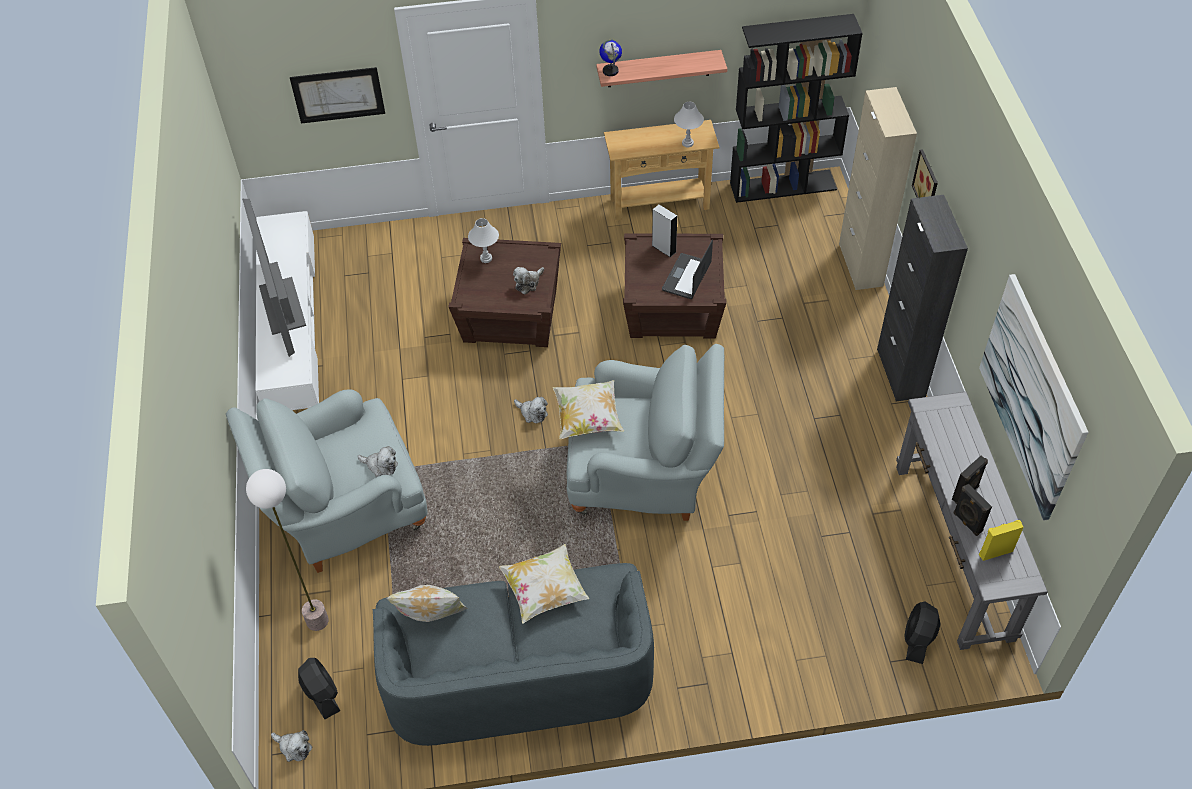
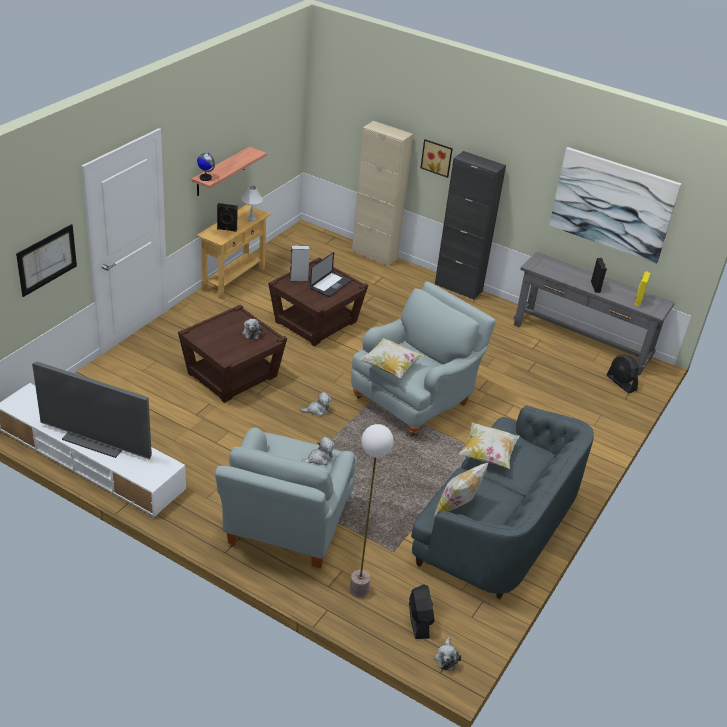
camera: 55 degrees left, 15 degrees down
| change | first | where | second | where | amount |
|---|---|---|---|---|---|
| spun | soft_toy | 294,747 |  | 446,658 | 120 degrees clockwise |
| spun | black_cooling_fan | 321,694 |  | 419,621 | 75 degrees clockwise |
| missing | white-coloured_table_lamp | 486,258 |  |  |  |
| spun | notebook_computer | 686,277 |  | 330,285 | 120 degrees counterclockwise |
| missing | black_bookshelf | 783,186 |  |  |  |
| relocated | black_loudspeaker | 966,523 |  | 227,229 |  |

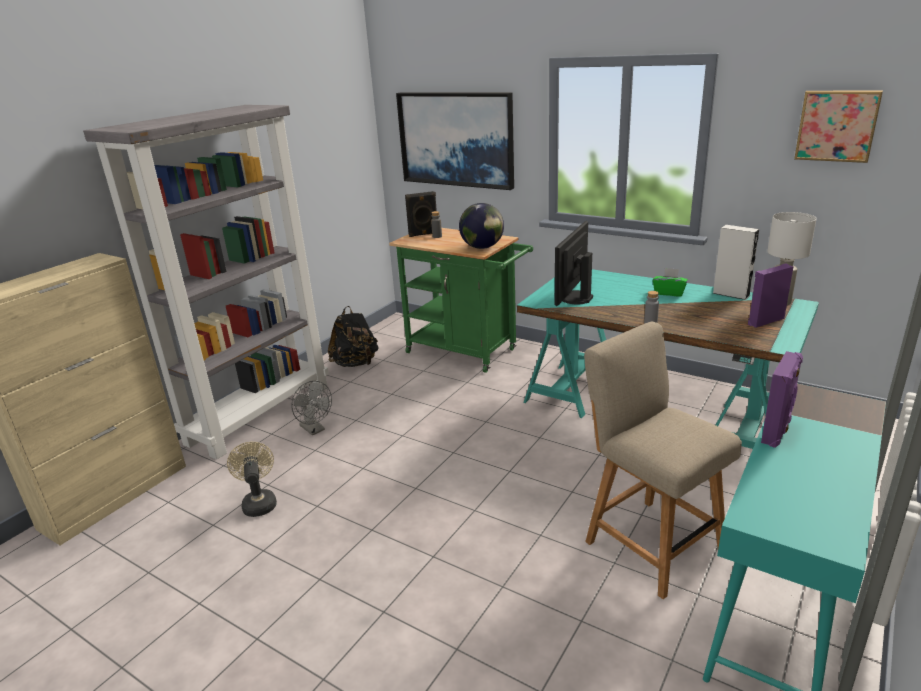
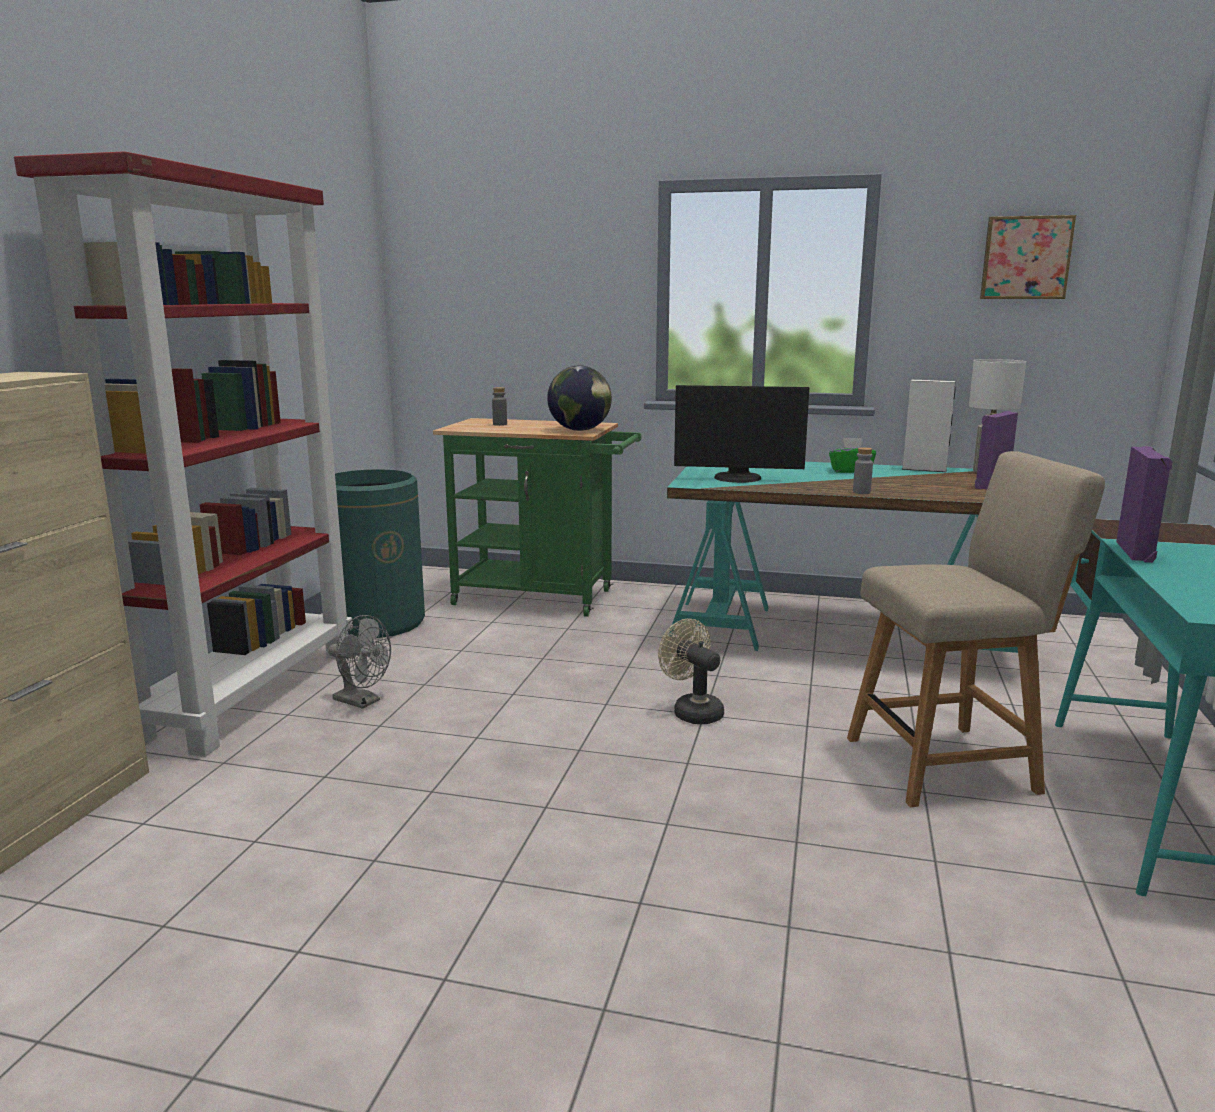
camera: 20 degrees left, 10 degrees down
| change | first | where | second | where | amount |
|---|---|---|---|---|---|
| colour | greyish_bookshelf | 260,413 | red-coloured_bookshelf | 249,692 |  |
| relocated | beige_cooling_fan | 259,502 |  | 692,711 |  |
| exchanged | black_backpack | 356,364 | green-coloured_waste_bin | 378,622 |  |
| missing | wall_picture | 456,139 |  |  |  |
| missing | black_loudspeaker | 423,234 |  |  |  |
| spun | computer_display | 574,297 |  | 737,478 | 90 degrees counterclockwise |
| spun | beige_chair | 649,542 |  | 949,764 | 135 degrees clockwise |

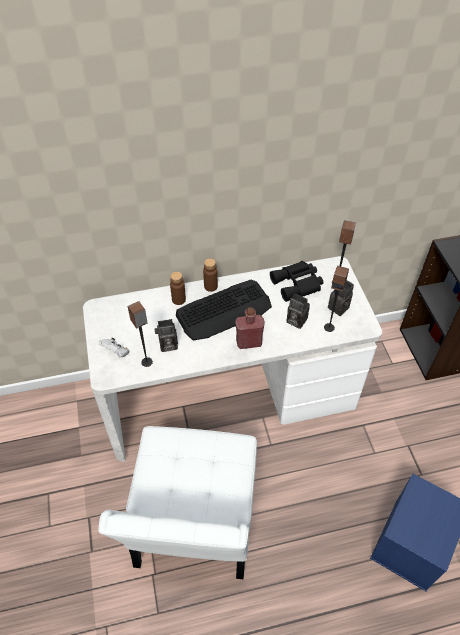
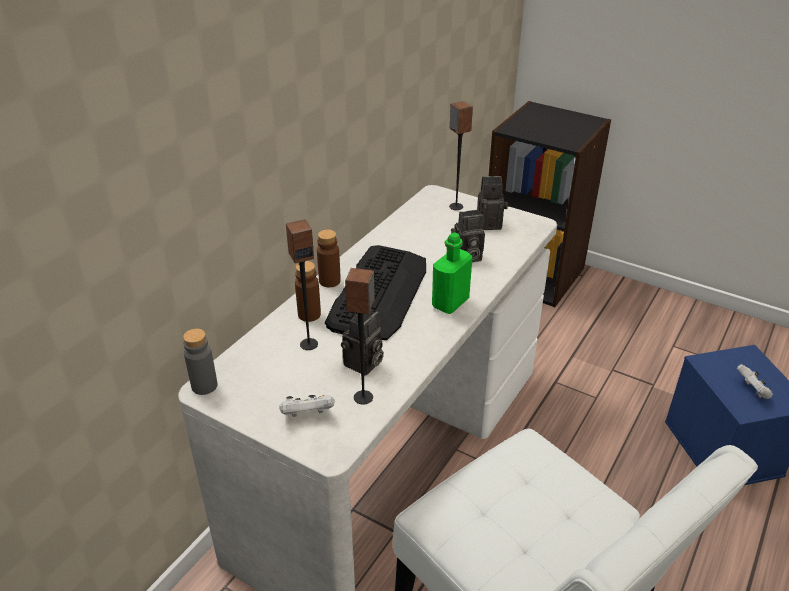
camera: 45 degrees left, 15 degrees down
| change | first | where | second | where | amount |
|---|---|---|---|---|---|
| colour | red-coloured_beverage_bottle | 249,342 | green-coloured_beverage_bottle | 450,303 |  |
| missing | black_field_glasses | 298,284 |  |  |  |
| relocated | loudspeaker | 329,327 |  | 309,344 |  |
| appeared |  |  | greyish_beverage_bottle | 204,386 |  |
| appeared |  |  | white-coloured_joypad | 752,391 |  |

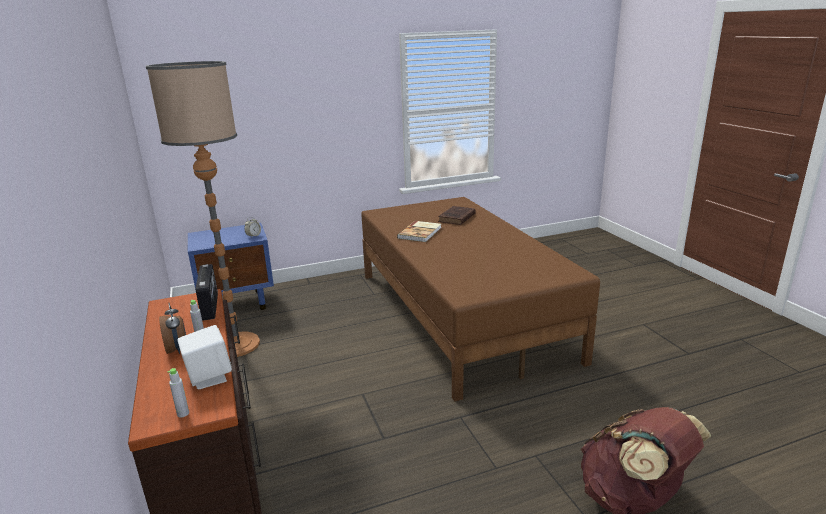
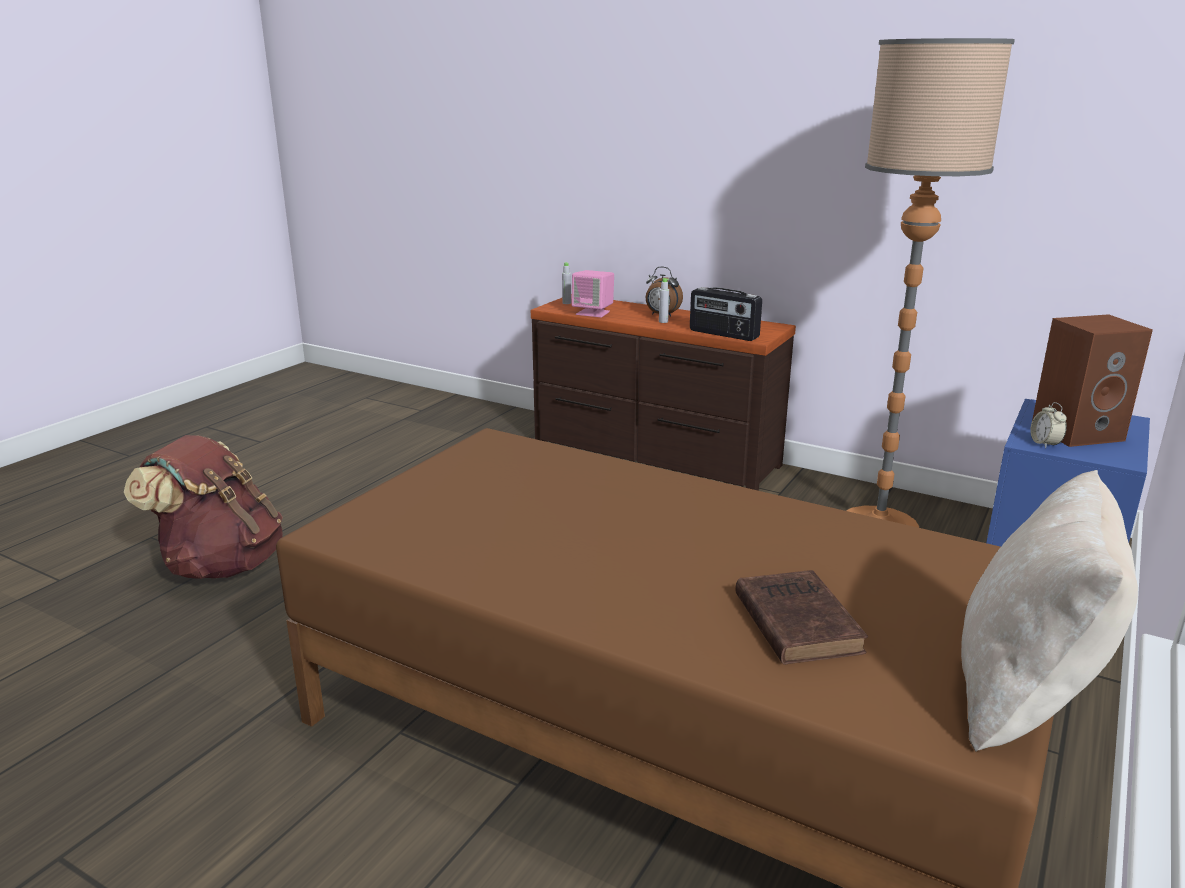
camera: 140 degrees right, 0 degrees up
| change | first | where | second | where | amount |
|---|---|---|---|---|---|
| colour | white-coloured_loudspeaker | 209,377 | pink-coloured_loudspeaker | 593,313 |  |
| missing | book | 421,232 |  |  |  |
| appeared |  |  | beige_pillow | 1024,694 |  |
| appeared |  |  | brownish_loudspeaker | 1077,432 |  |

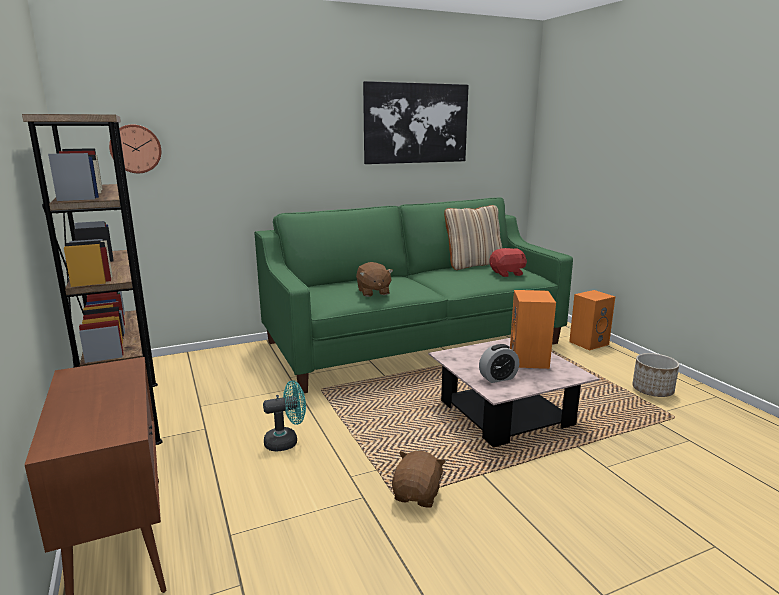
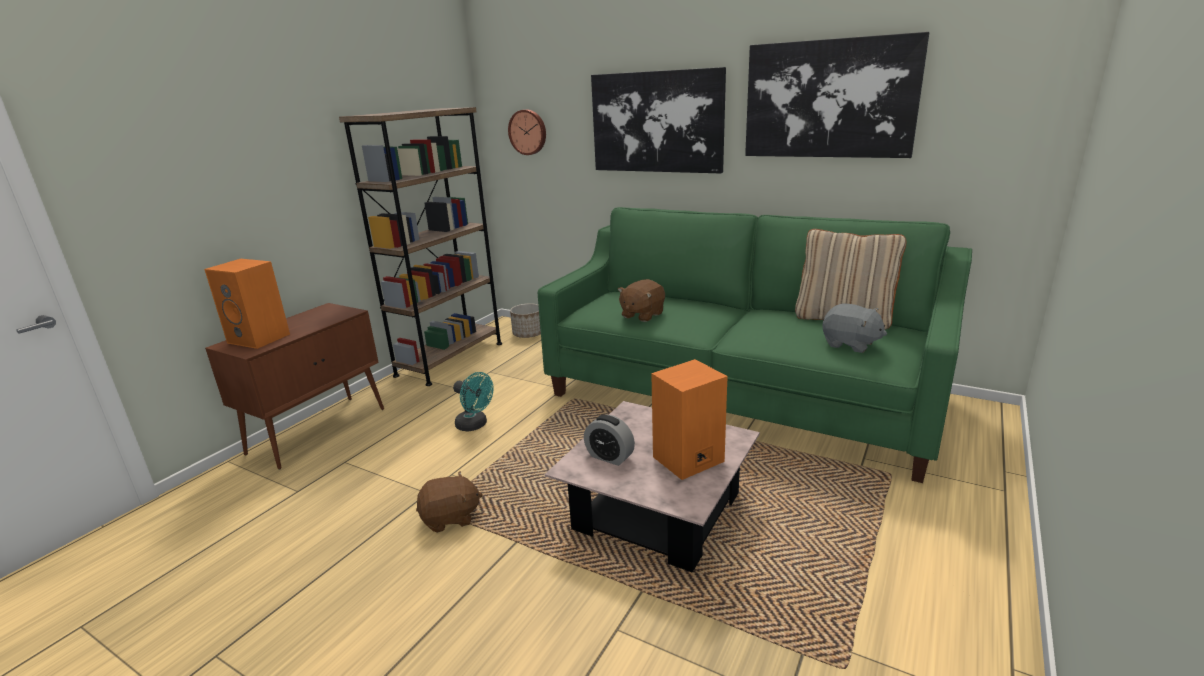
camera: 55 degrees right, 5 degrees up
| change | first | where | second | where | amount |
|---|---|---|---|---|---|
| colour | red-coloured_soft_toy | 507,274 | greyish_soft_toy | 850,344 |  |
| relocated | orangey_loudspeaker | 589,343 |  | 261,338 |  |
| relocated | flower_pot | 652,390 |  | 528,333 |  |
| appeared |  |  | wall_picture | 656,122 |  |

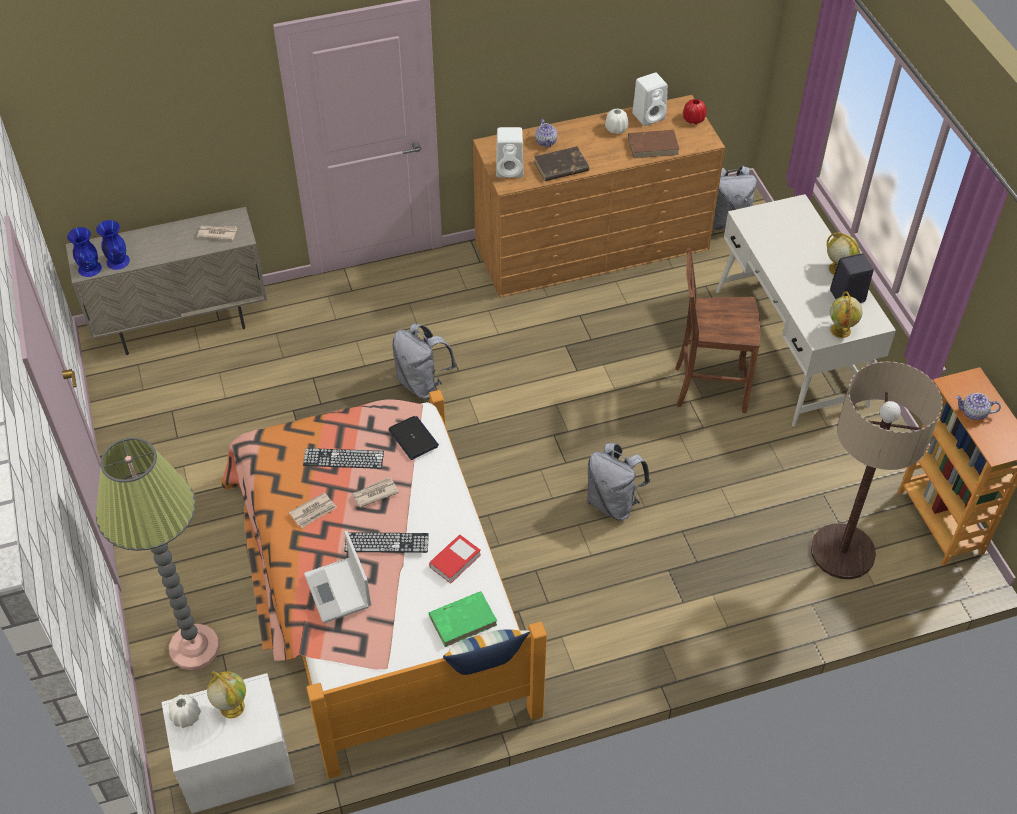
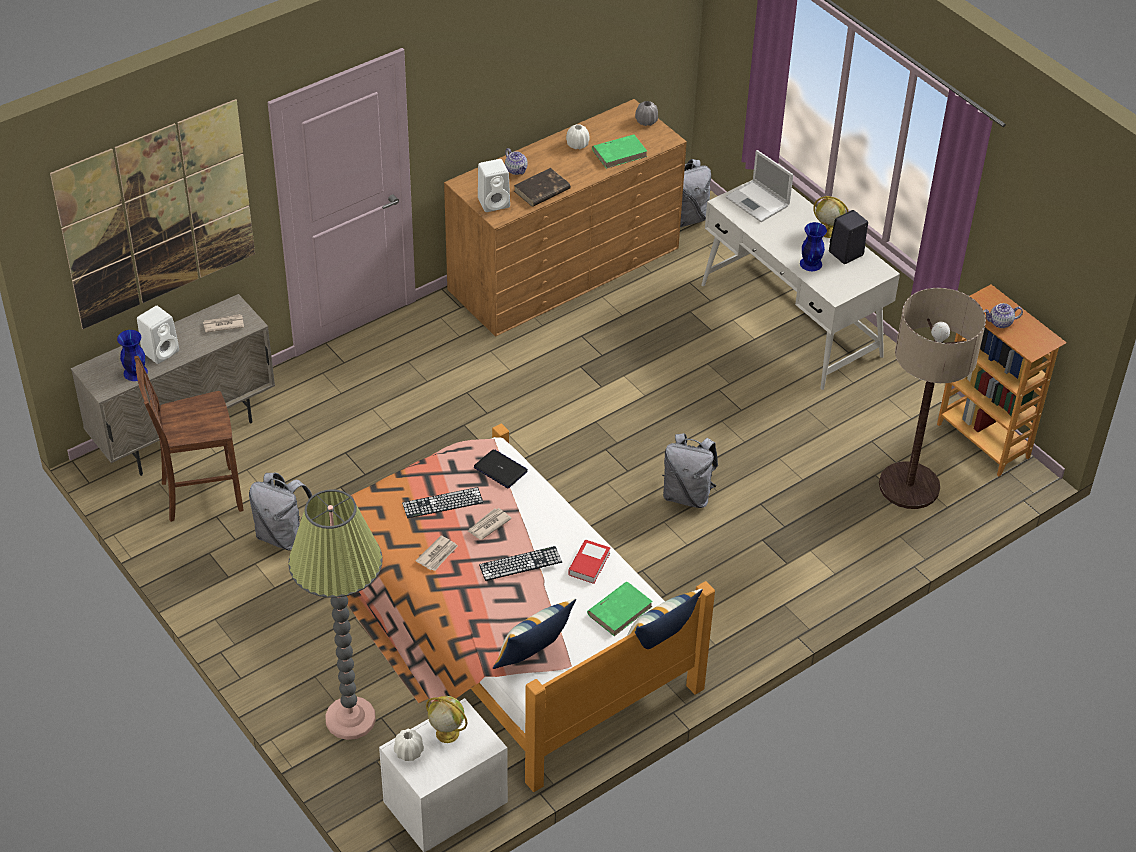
camera: 20 degrees left, 5 degrees down
| change | first | where | second | where | amount |
|---|---|---|---|---|---|
| relocated | blue_decorative_vase | 89,268 |  | 810,263 |  |
| relocated | notebook_computer | 338,591 |  | 758,202 |  |
| relocated | greyish_backpack | 422,383 |  | 283,536 |  |
| colour | brownish_book | 653,146 | green-coloured_book | 620,153 |  |
| relocated | white-coloured_loudspeaker | 649,116 |  | 161,351 |  |
| relocated | brownish_chair | 708,388 |  | 199,495 |  |
| colour | red-coloured_decorative_vase | 693,119 | greyish_decorative_vase | 646,121 |  |
| missing | desk_globe | 841,331 |  |  |  |
| appeared |  |  | wall_picture | 157,215 |  |
| appeared |  |  | pillow | 533,657 |  |

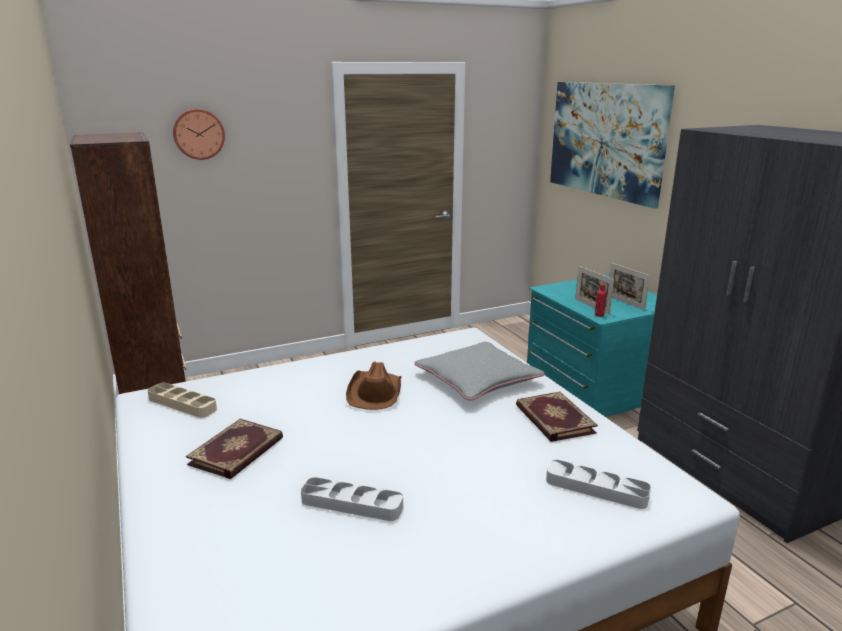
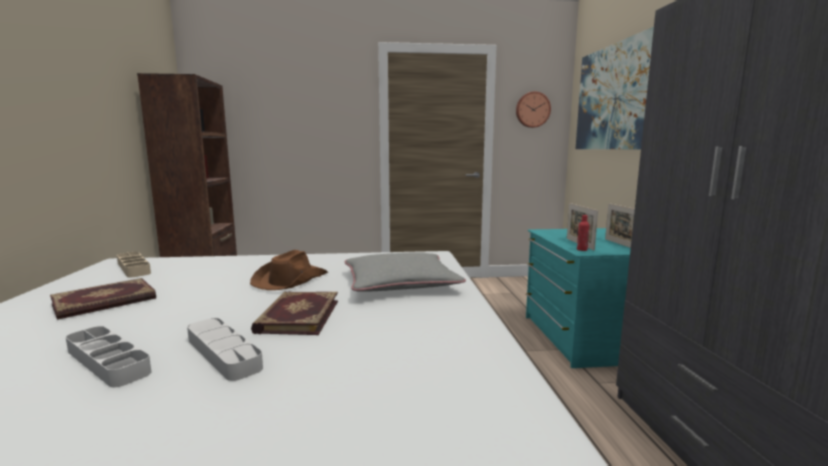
camera: 20 degrees right, 10 degrees down
| change | first | where | second | where | amount |
|---|---|---|---|---|---|
| relocated | clock_on_the_wall | 198,134 |  | 532,110 |  |
| relocated | book | 553,419 |  | 297,316 |  |
| relocated | greyish_serving_tray | 596,488 |  | 223,353 |  |

